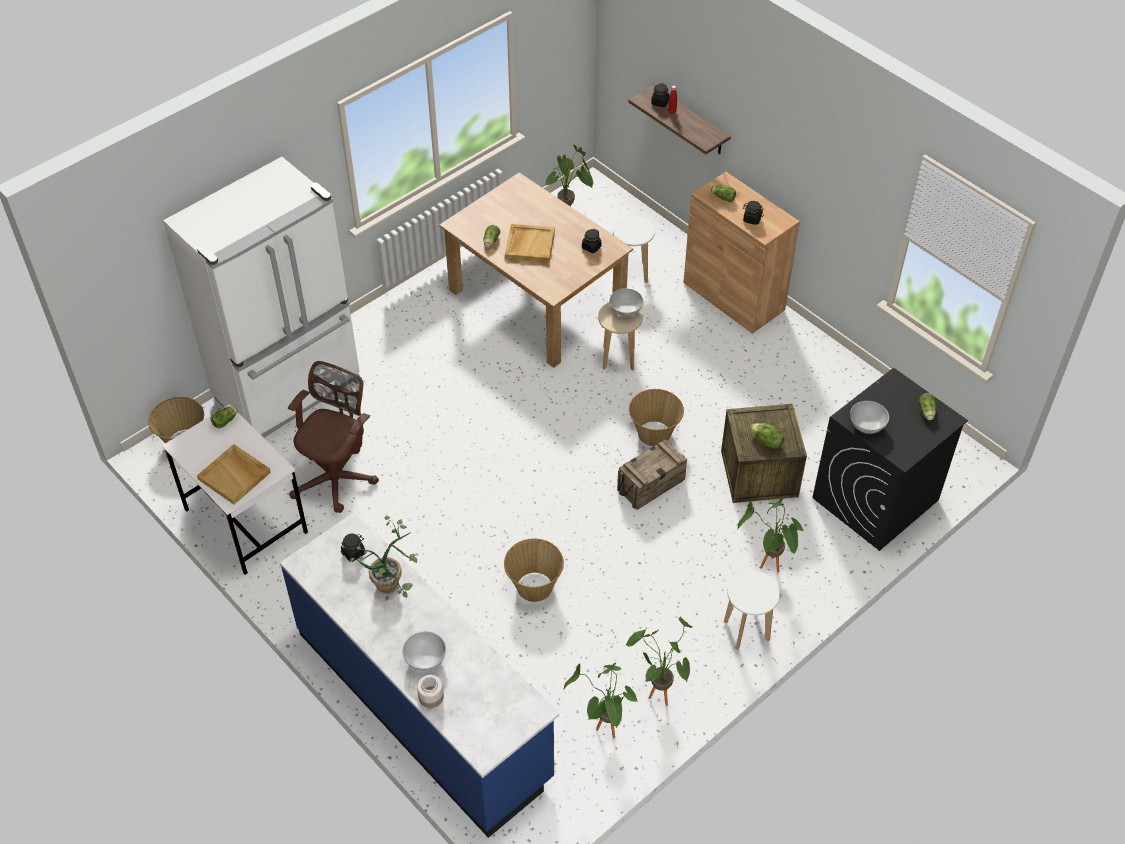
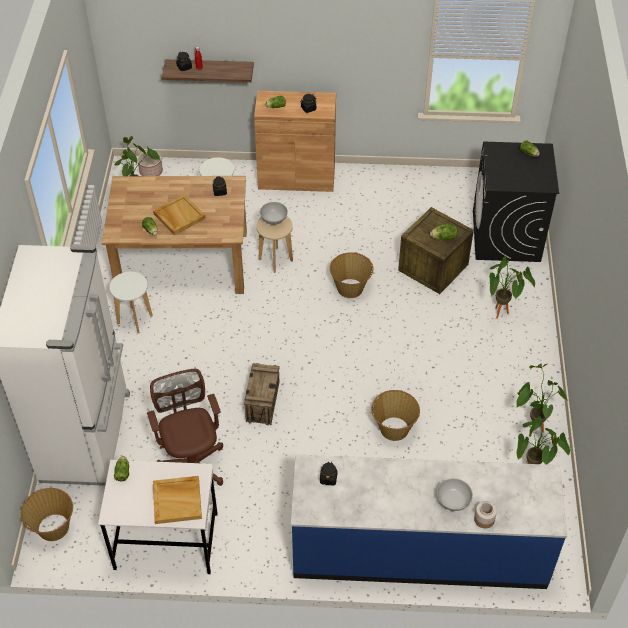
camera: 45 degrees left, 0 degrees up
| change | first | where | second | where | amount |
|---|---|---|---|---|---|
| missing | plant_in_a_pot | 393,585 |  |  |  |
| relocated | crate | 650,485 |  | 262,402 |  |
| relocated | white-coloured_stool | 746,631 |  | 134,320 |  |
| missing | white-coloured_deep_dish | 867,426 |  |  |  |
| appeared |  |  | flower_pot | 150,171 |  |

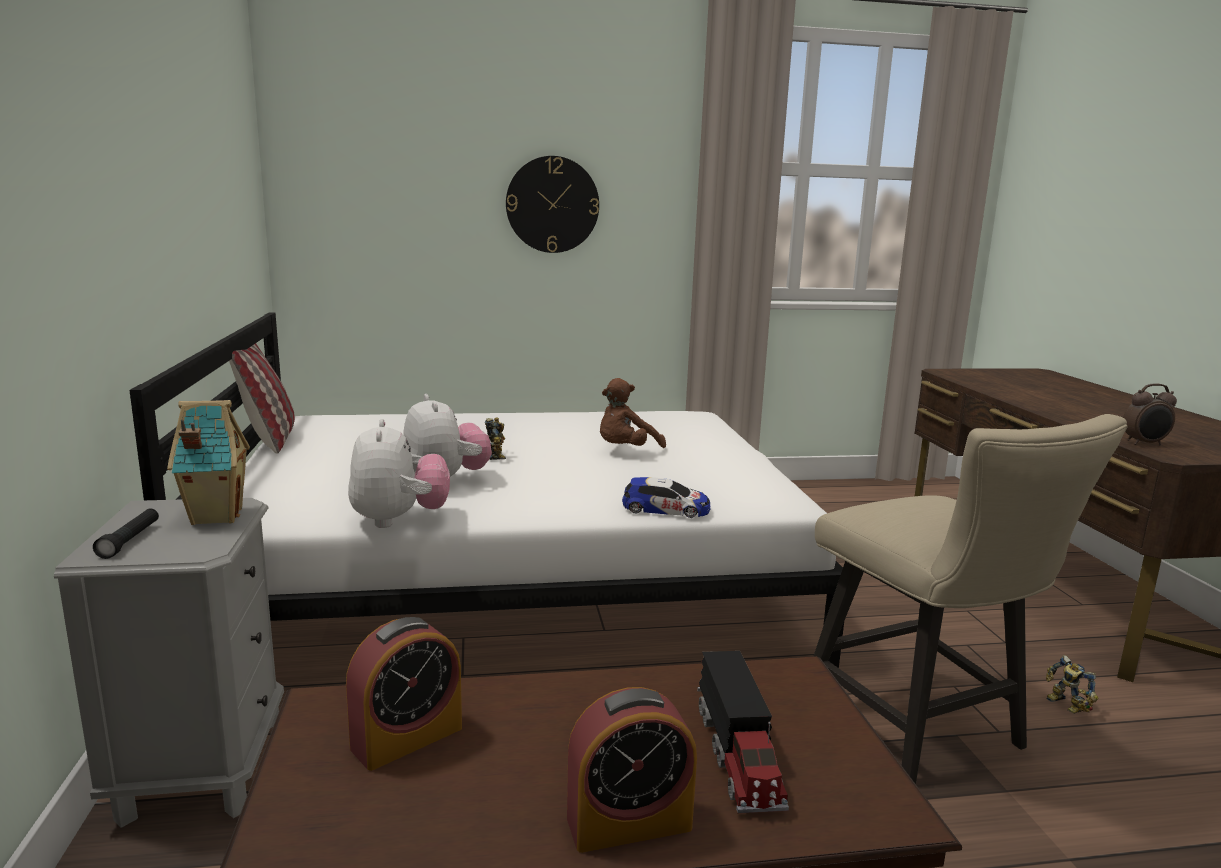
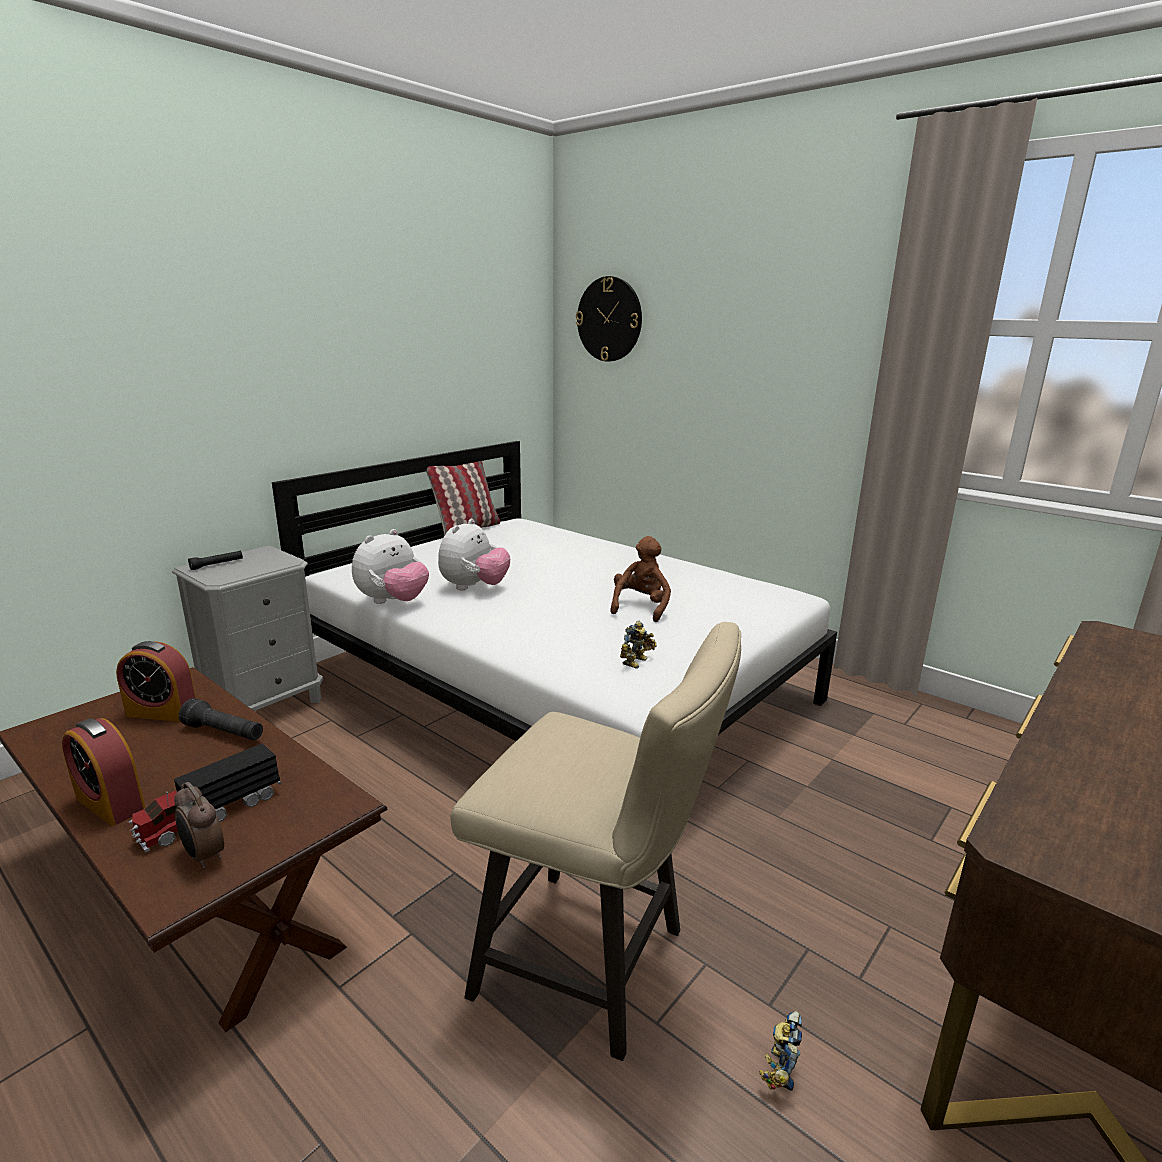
camera: 50 degrees right, 5 degrees up
| change | first | where | second | where | amount |
|---|---|---|---|---|---|
| missing | miniature_house | 215,516 |  |  |  |
| relocated | model_robot | 497,456 |  | 637,662 |  |
| relocated | clock_on_the_wall | 552,205 |  | 609,319 |  |
| spun | brownish_soft_toy | 625,451 |  | 641,607 | 105 degrees clockwise |
| missing | miniature_car | 666,509 |  |  |  |
| spun | beige_chair | 923,731 |  | 595,966 | 90 degrees counterclockwise |
| relocated | table_clock | 1144,444 |  | 204,856 |  |
| appeared |  |  | black_torch | 224,733 |  |

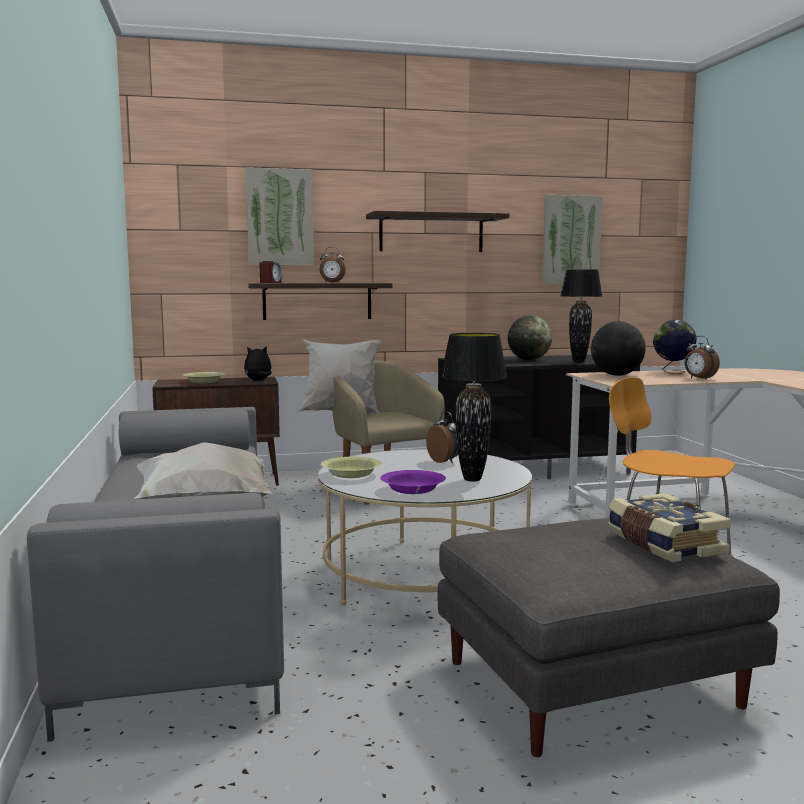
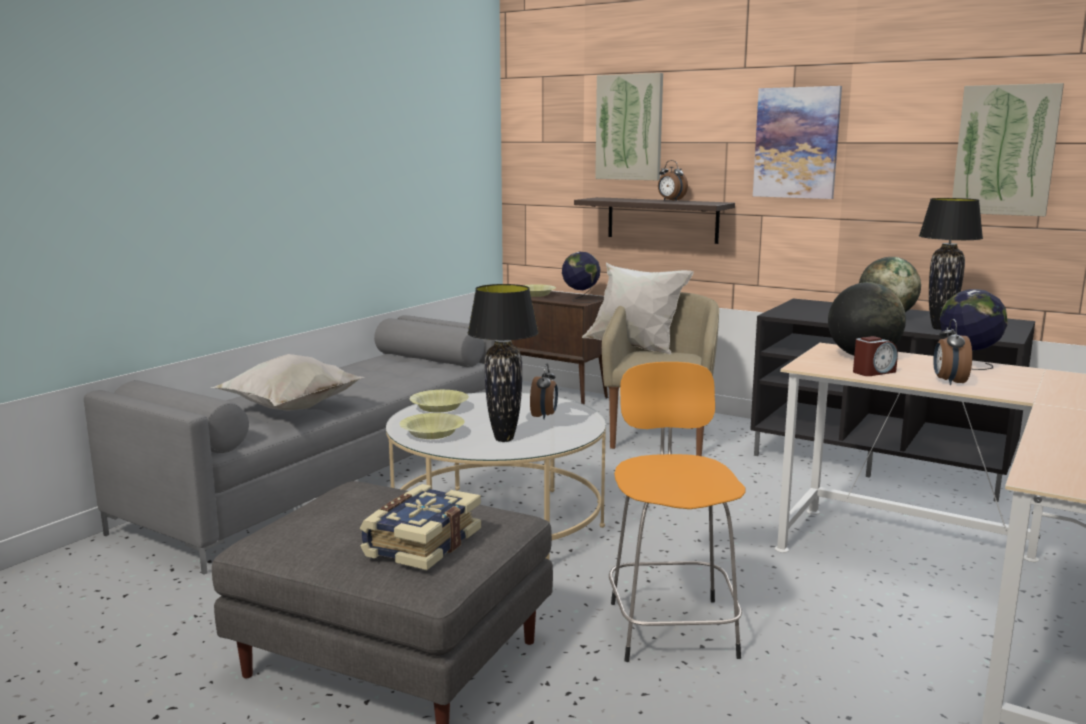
camera: 45 degrees right, 5 degrees up
| change | first | where | second | where | amount |
|---|---|---|---|---|---|
| exchanged | soft_toy | 258,380 | desk_globe | 580,300 |  |
| relocated | table_clock | 270,282 |  | 873,372 |  |
| exchanged | bracket_shelf | 431,233 | wall_picture | 796,143 |  |
| colour | purple-coloured_deep_dish | 412,490 | yellowish_deep_dish | 432,434 |  |

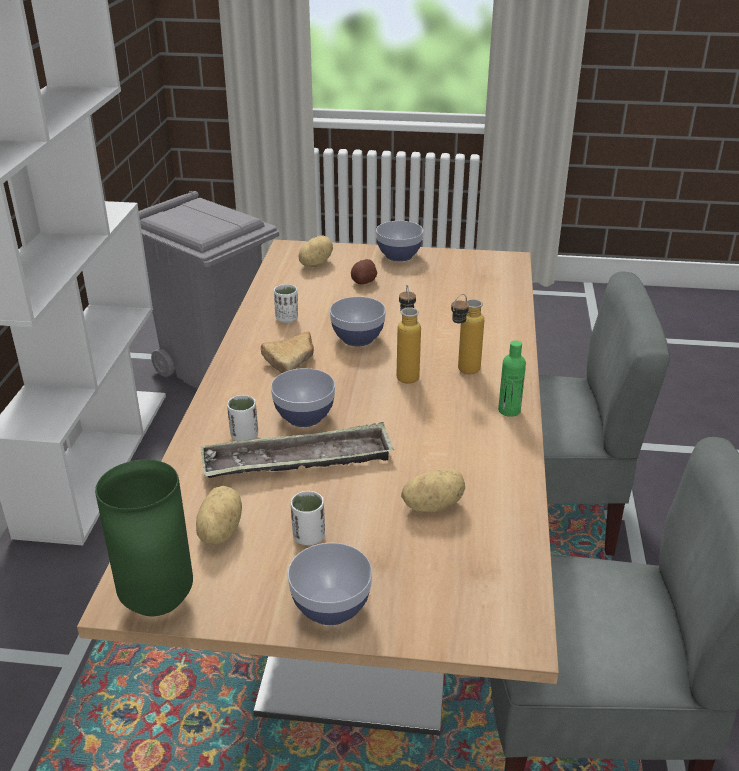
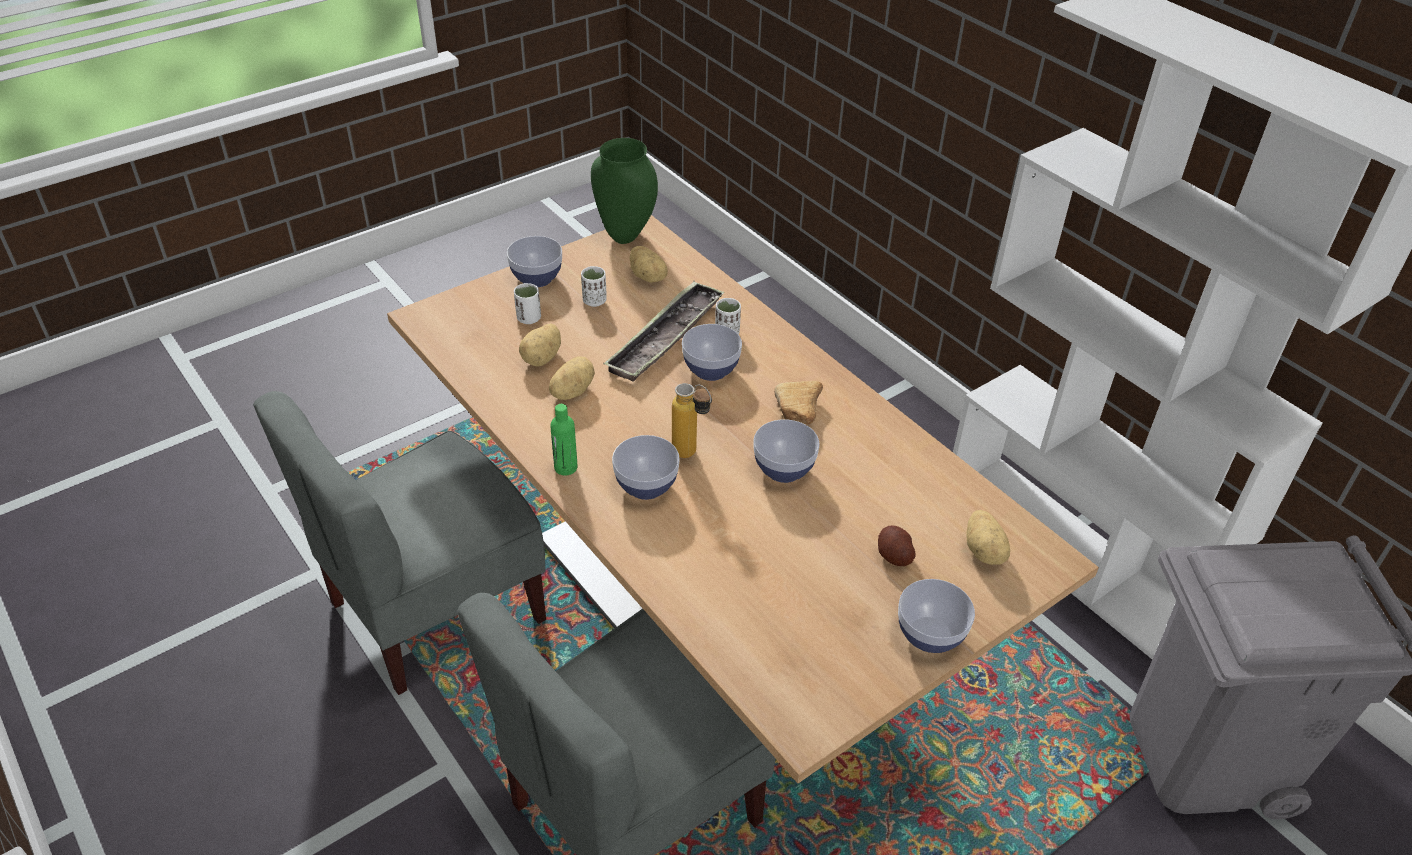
camera: 135 degrees right, 10 degrees up
| change | first | where | second | where | amount |
|---|---|---|---|---|---|
| relocated | white-coloured_cup | 287,318 |  | 529,318 |  |
| exchanged | beverage_bottle | 462,373 | deep_dish | 646,486 |  |
| appeared |  |  | spud | 571,391 |  |

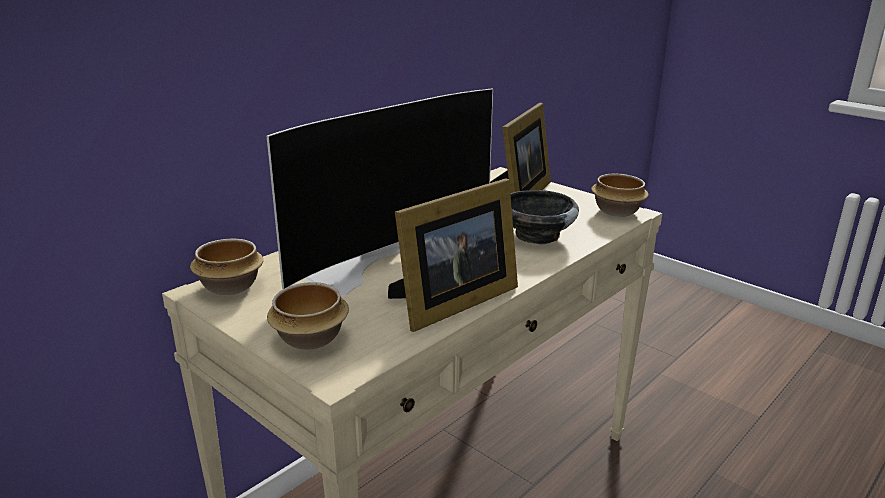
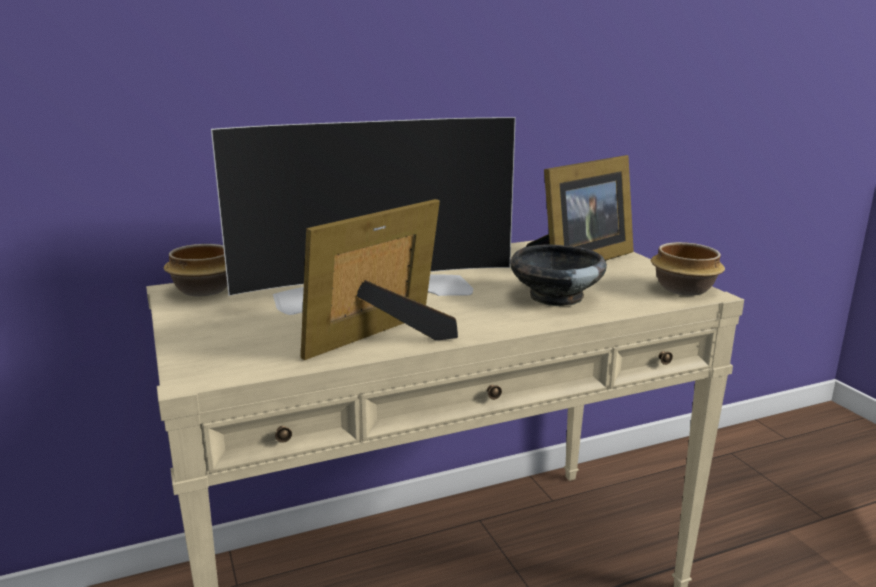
camera: 25 degrees right, 5 degrees down
| change | first | where | second | where | amount |
|---|---|---|---|---|---|
| missing | deep_dish | 312,338 |  |  |  |
| spun | standing_frame | 451,302 |  | 384,339 | 150 degrees clockwise |

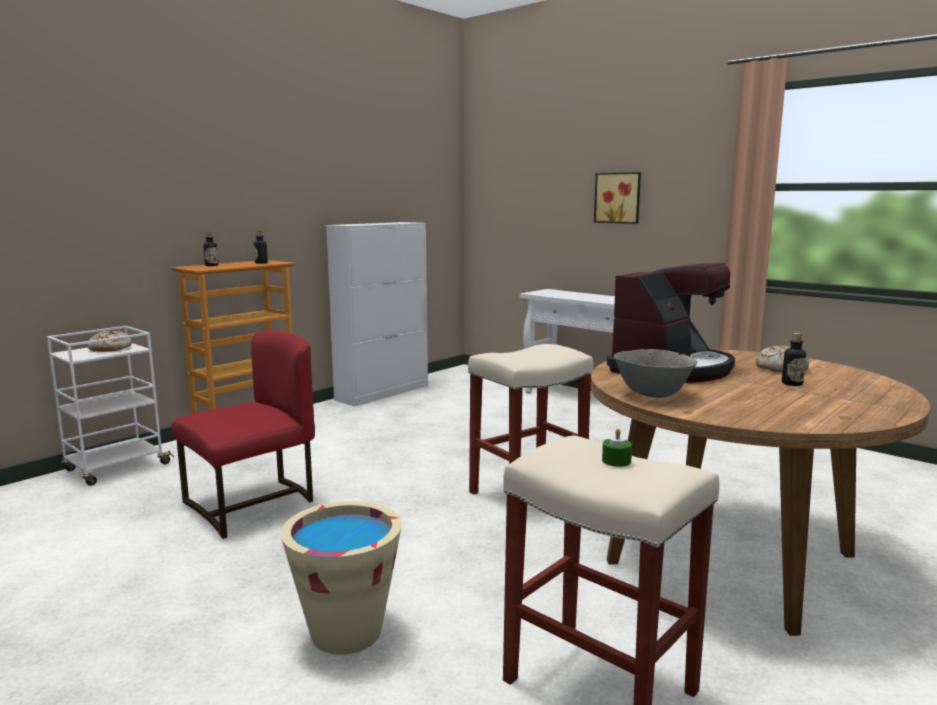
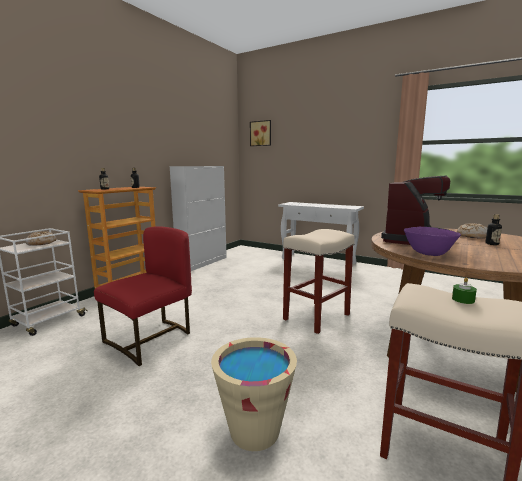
camera: 10 degrees left, 0 degrees up
| change | first | where | second | where | amount |
|---|---|---|---|---|---|
| relocated | wall_picture | 618,198 |  | 261,133 |  |
| colour | greyish_deep_dish | 652,394 | purple-coloured_deep_dish | 428,254 |  |

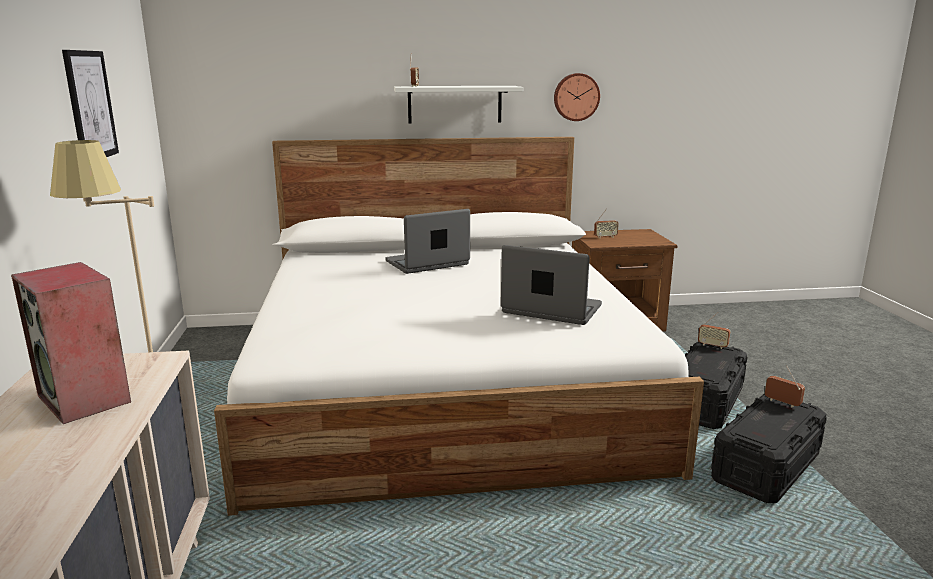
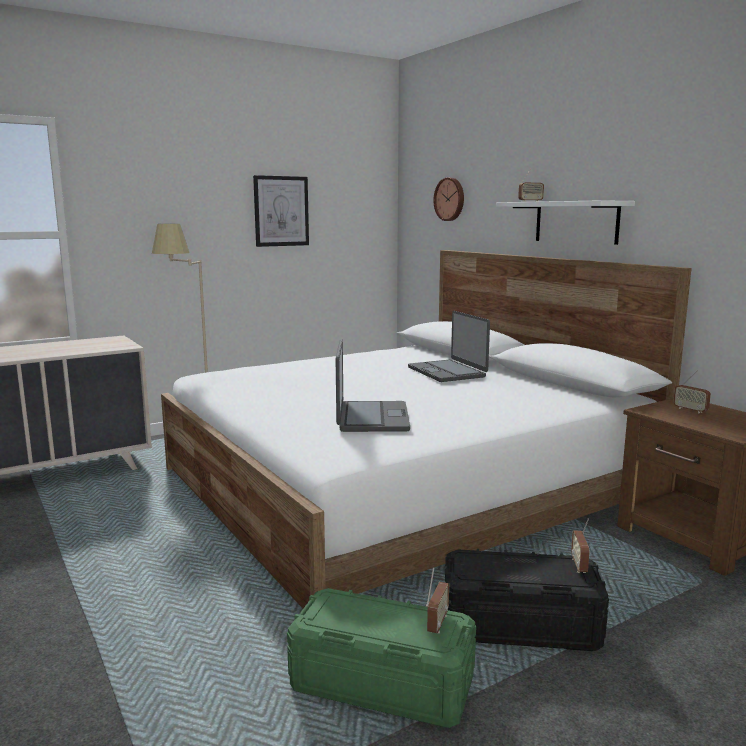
camera: 65 degrees right, 5 degrees down
| change | first | where | second | where | amount |
|---|---|---|---|---|---|
| missing | loudspeaker | 86,399 |  |  |  |
| spun | notebook_computer | 427,263 |  | 447,372 | 150 degrees counterclockwise |
| relocated | clock_on_the_wall | 576,97 |  | 450,199 |  |
| colour | black_storage_container | 765,467 | green-coloured_storage_container | 381,683 |  |

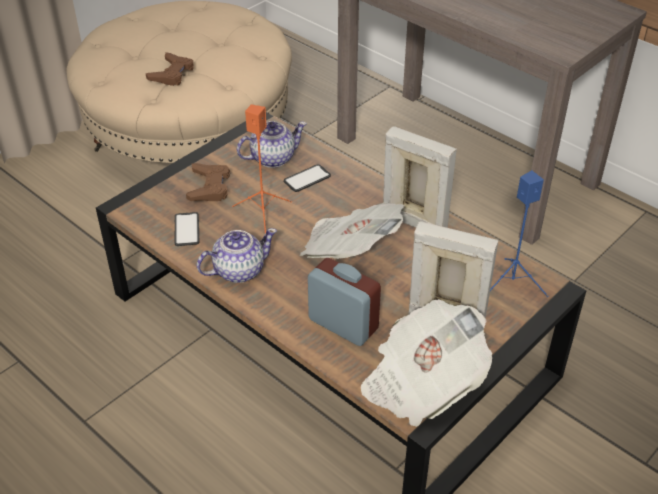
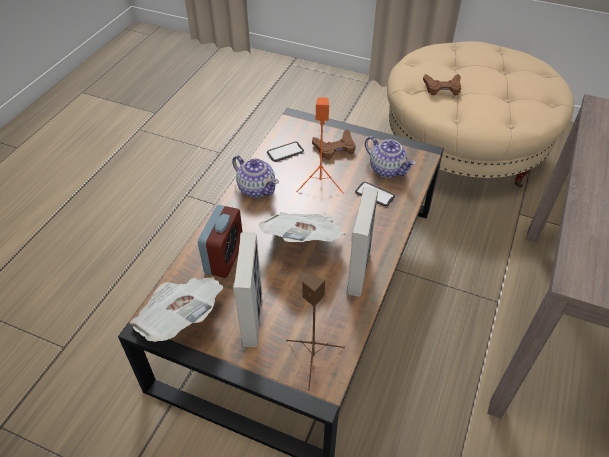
camera: 70 degrees right, 5 degrees up
| change | first | where | second | where | amount |
|---|---|---|---|---|---|
| colour | blue_loudspeaker | 511,283 | brownish_loudspeaker | 313,358 |  |

